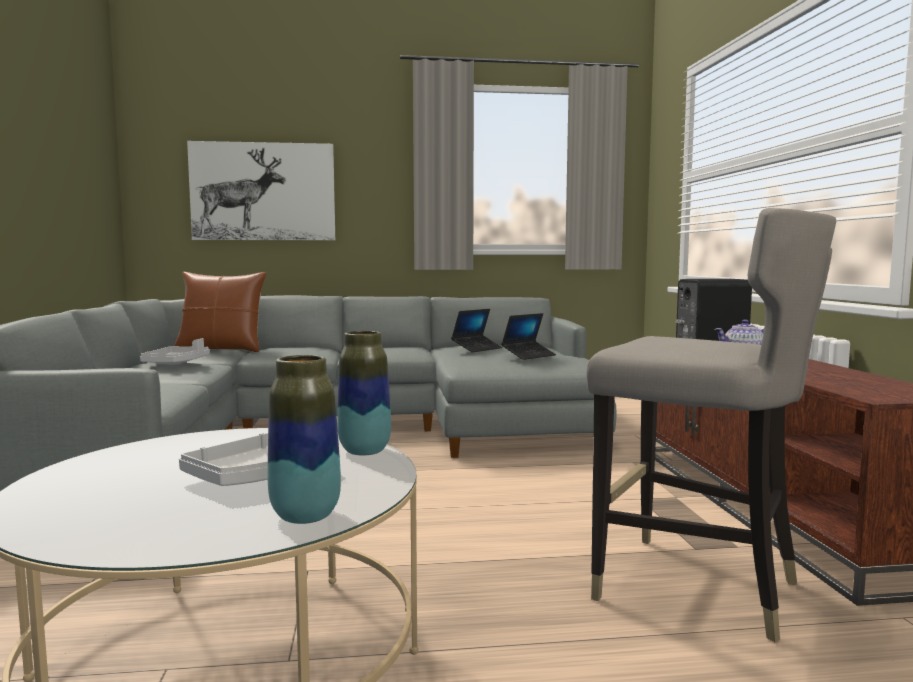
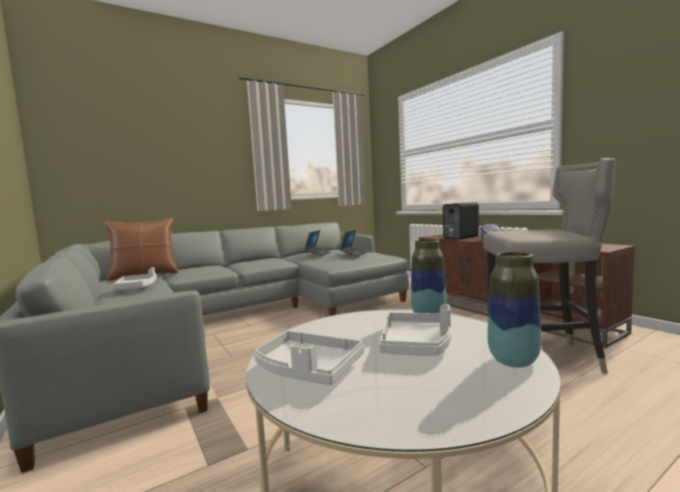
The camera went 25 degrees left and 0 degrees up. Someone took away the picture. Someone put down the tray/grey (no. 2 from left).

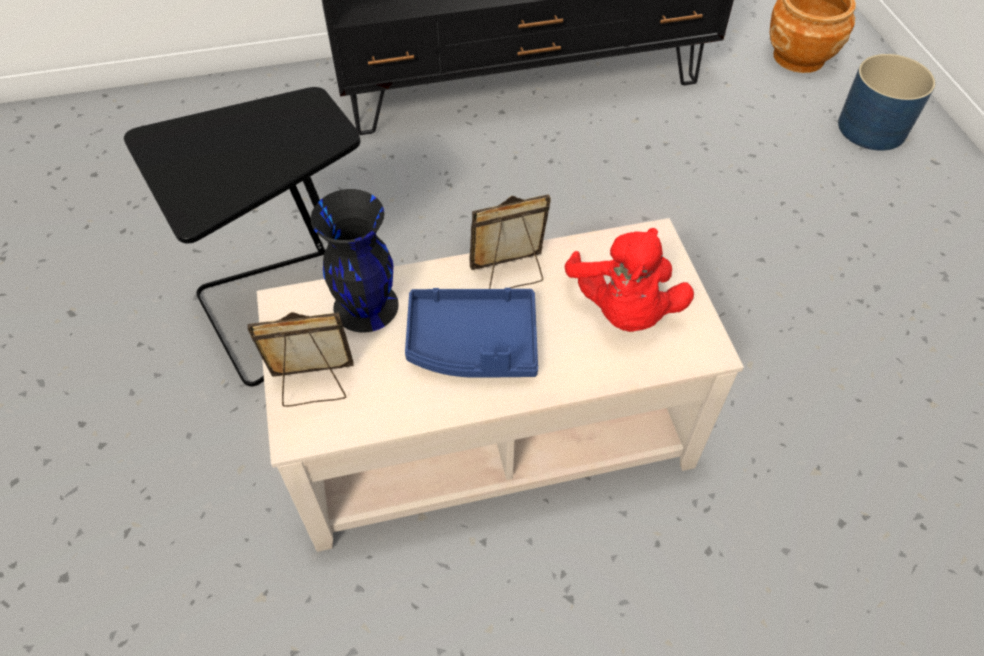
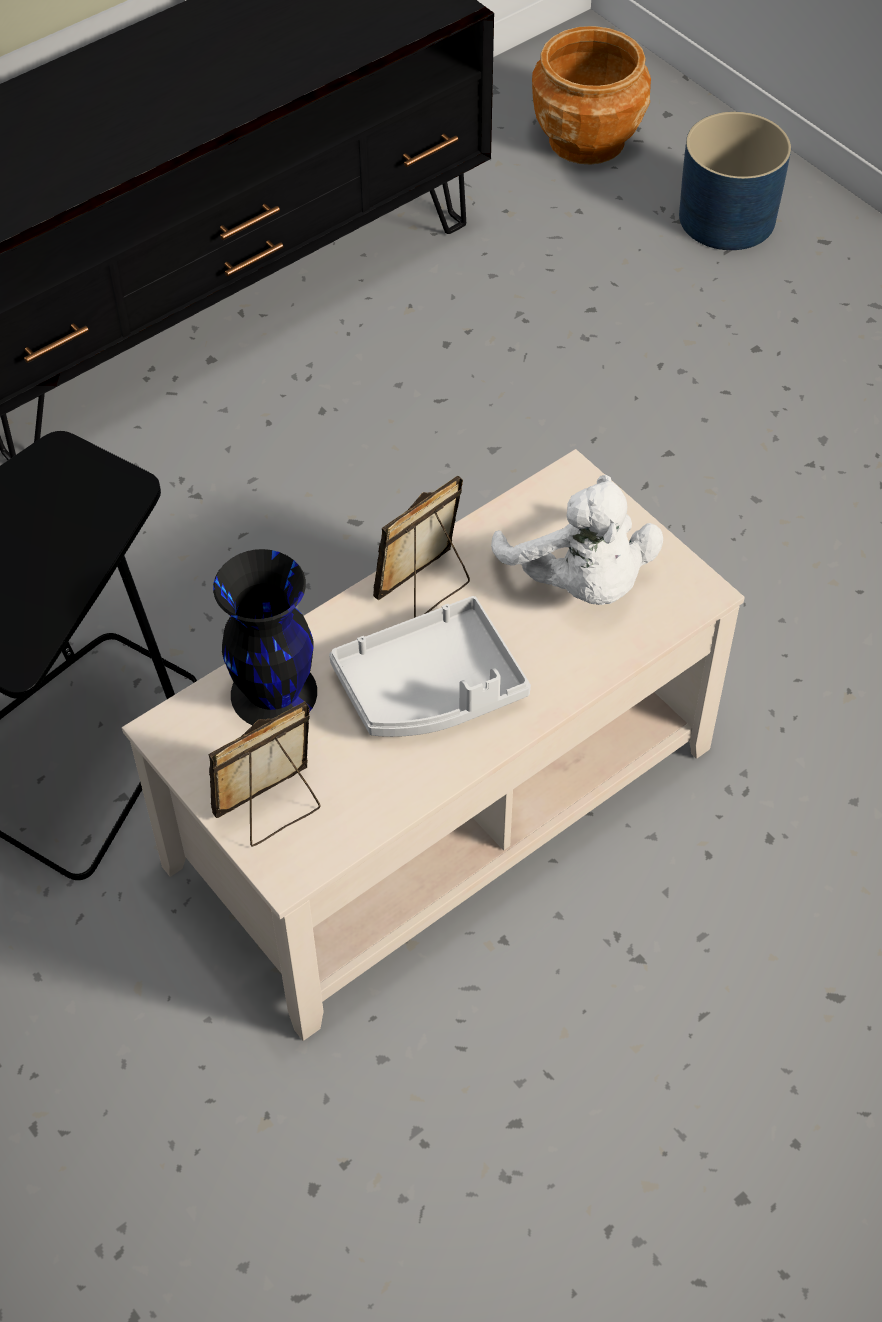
The camera went 25 degrees left and 0 degrees up. Someone repainted the tray/blue, which became the tray/grey. Someone repainted the plush toy/red, which became the plush toy/white.

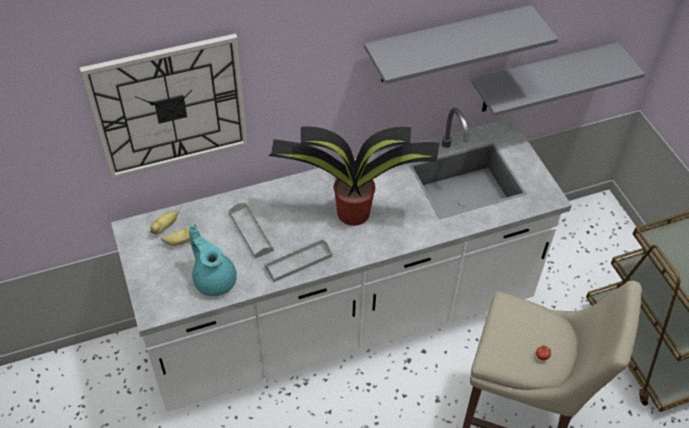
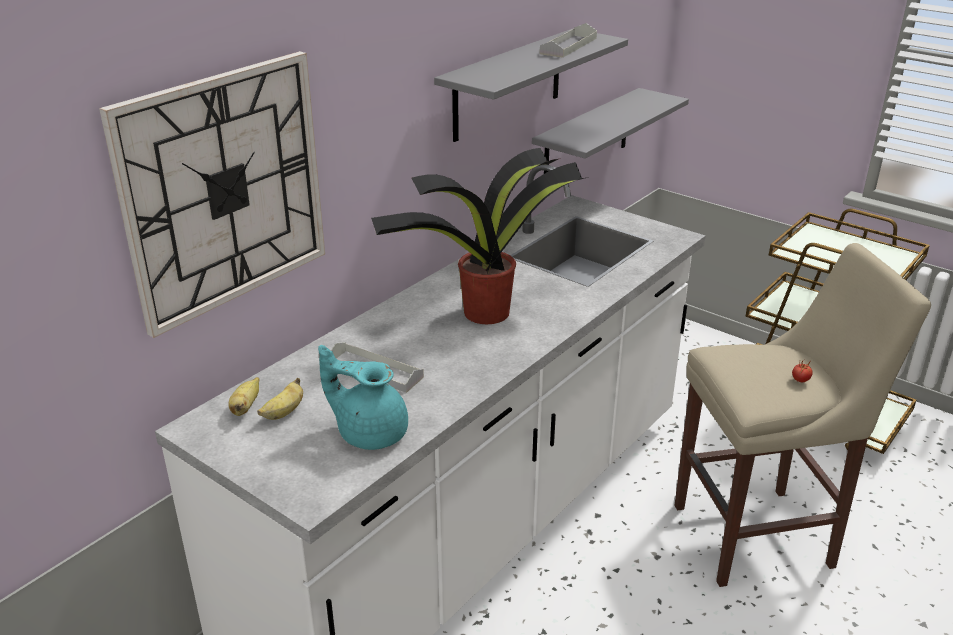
The camera went 30 degrees left and 20 degrees down. Someone carried the tray/grey (no. 2 from left).

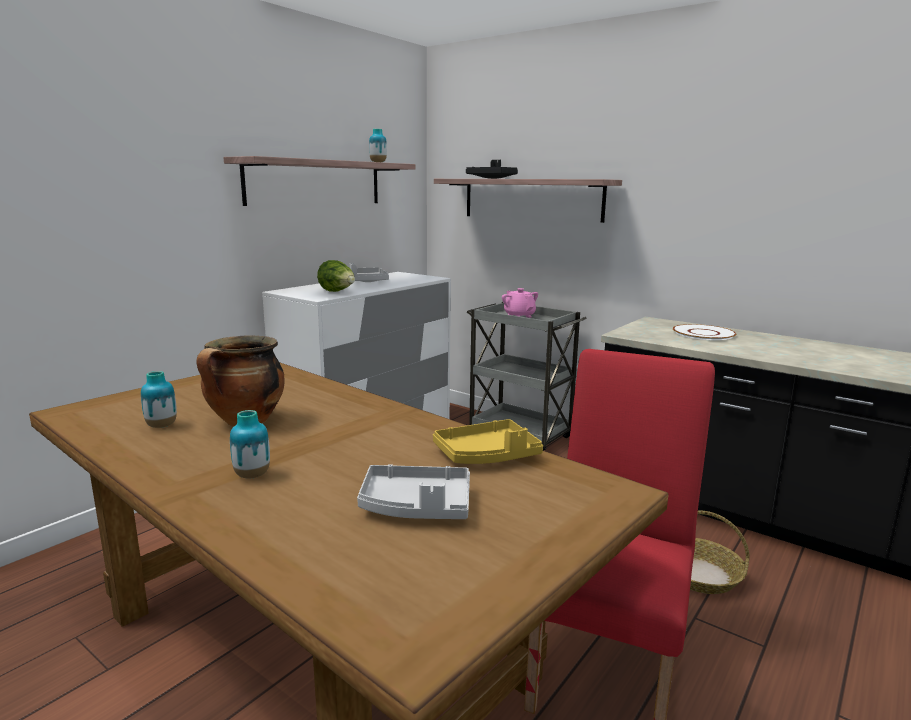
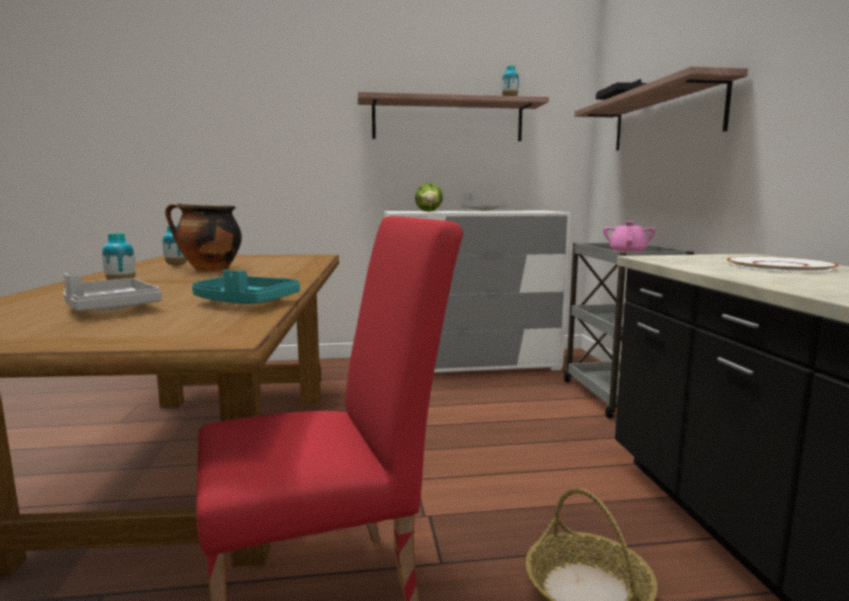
The camera went 45 degrees right and 5 degrees down. Someone repainted the tray/yellow, which became the tray/turquoise.

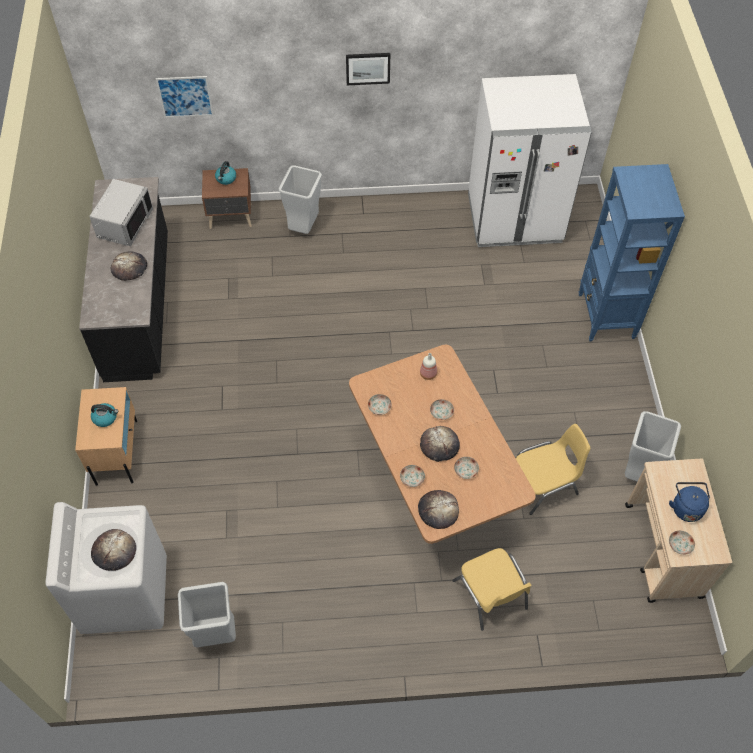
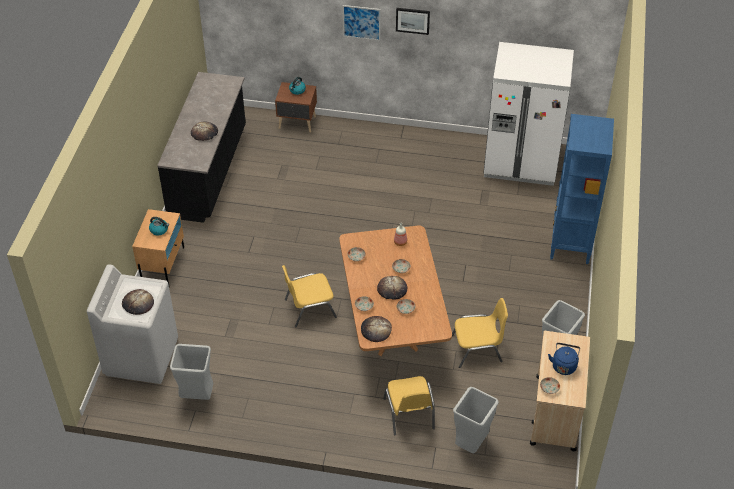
The camera went 15 degrees right and 10 degrees down. Someone took away the microwave/grey. Someone carried the picture (no. 1 from left). Someone carried the trash can/grey (no. 2 from left). Someone put down the chair/yellow (no. 1 from left).

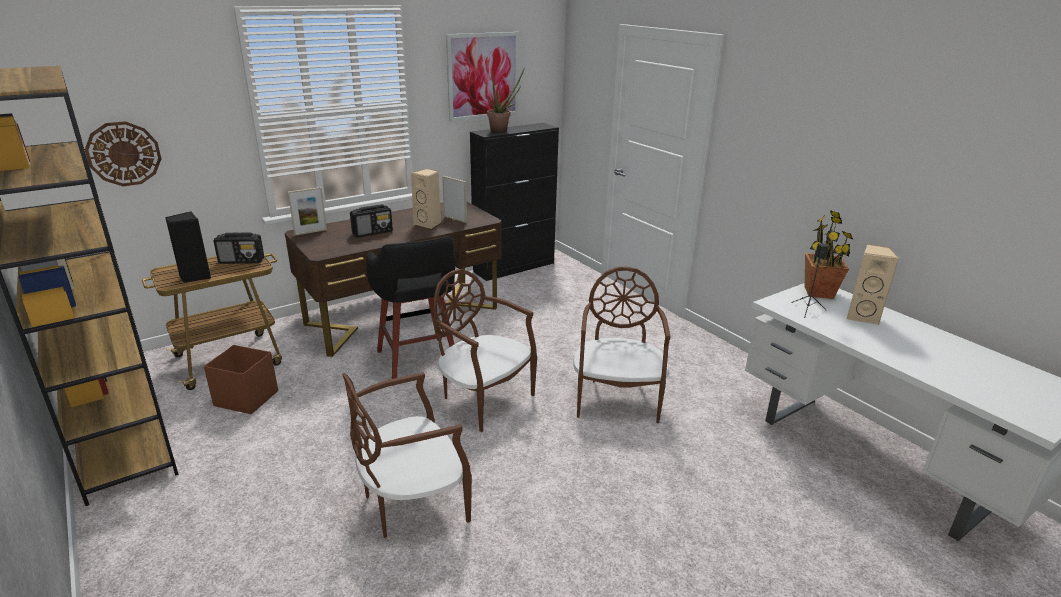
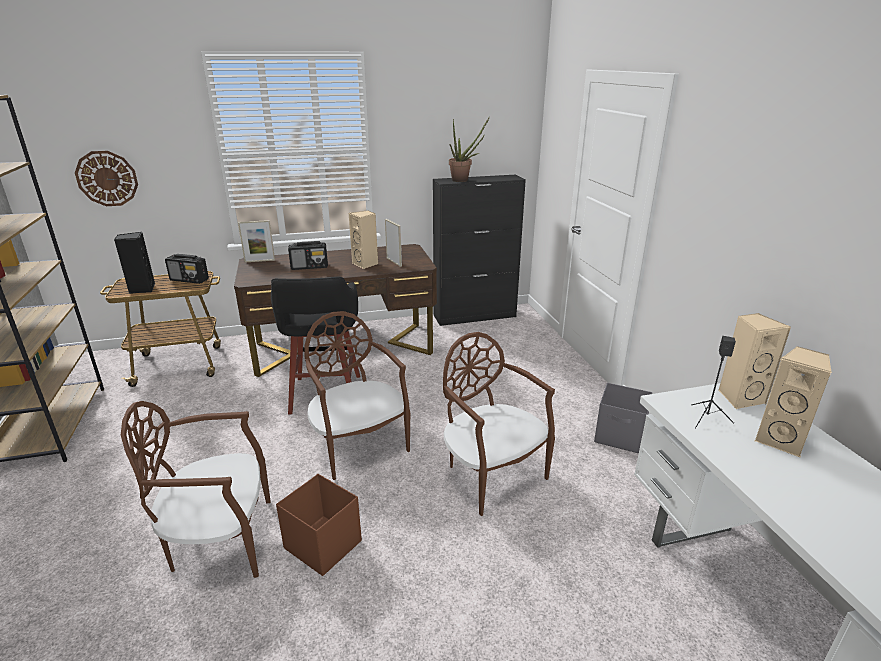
The camera went 20 degrees right and 0 degrees up. Someone carried the storage box/brown. Someone took away the picture. Someone rotated the chair/brown (no. 3 from left) by 60 degrees counterclockwise. Someone swapped the potted plant (no. 2 from left) for the speaker/beige (no. 2 from left). Someone put down the storage box/grey.

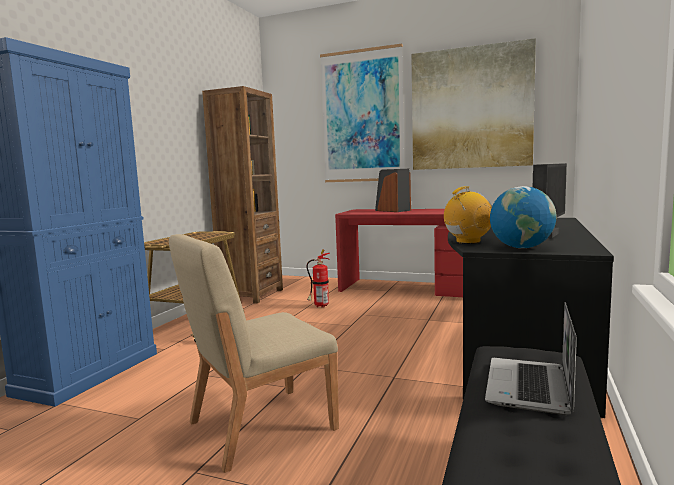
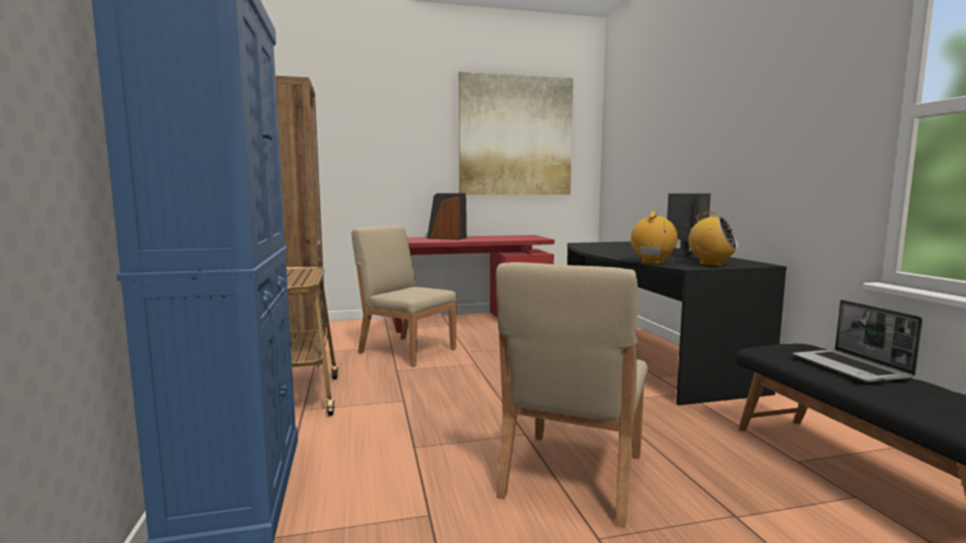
The camera went 35 degrees left and 0 degrees up. Someone swapped the fire extinguisher for the chair/beige (no. 1 from left). Someone took away the picture (no. 1 from left). Someone swapped the globe for the radio (no. 2 from left).

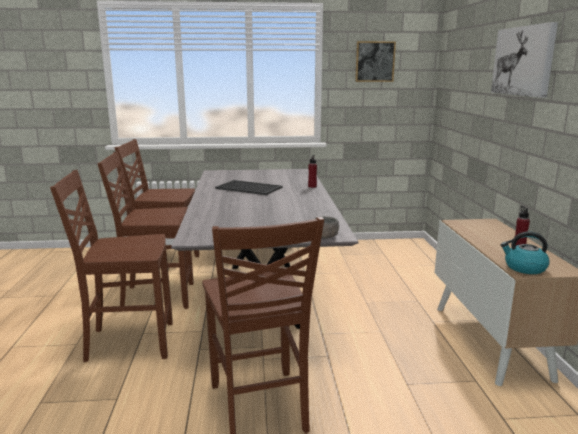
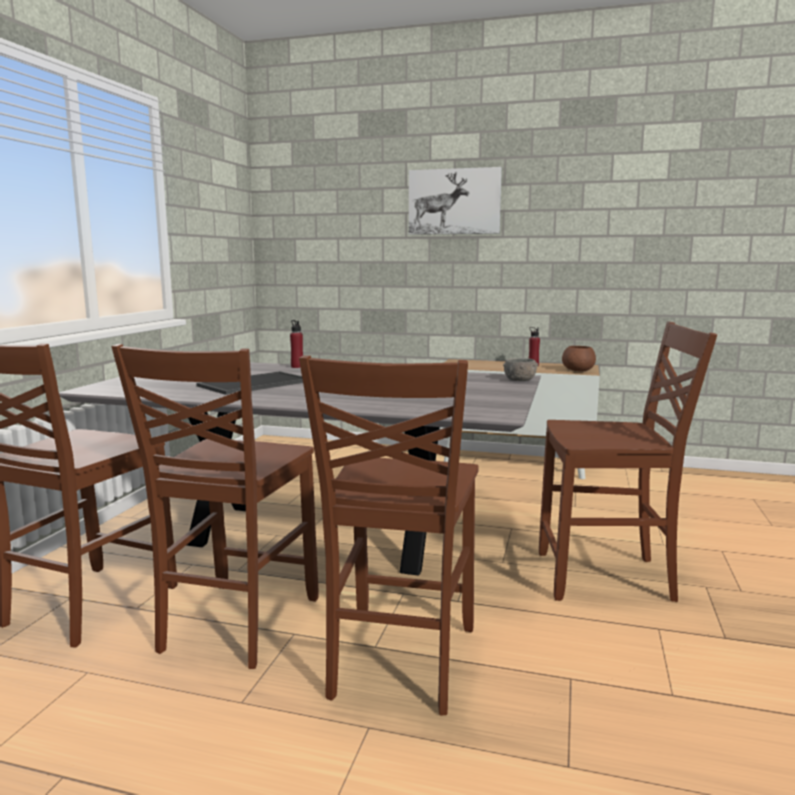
The camera went 70 degrees left and 5 degrees down. Someone took away the picture (no. 1 from left). Someone swapped the kettle for the bowl/brown.

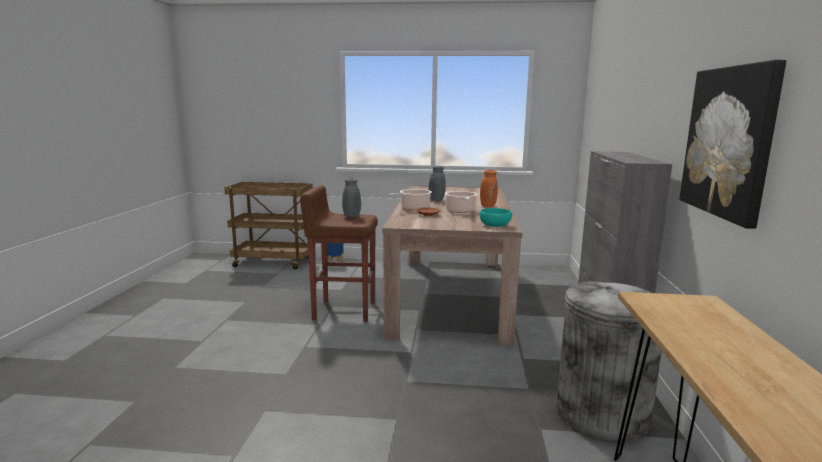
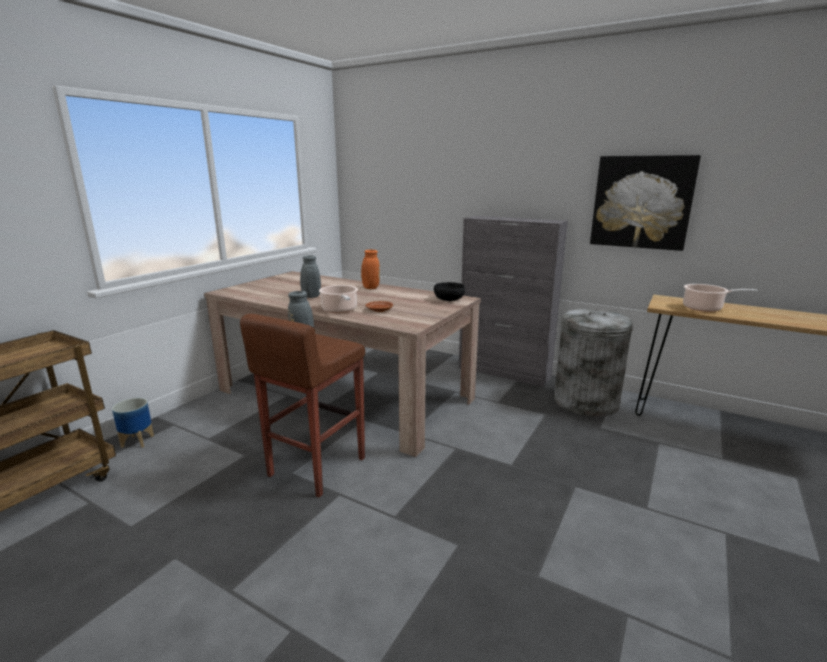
The camera went 65 degrees left and 5 degrees up. Someone carried the cooking pot (no. 2 from left). Someone repainted the bowl/turquoise, which became the bowl/black.

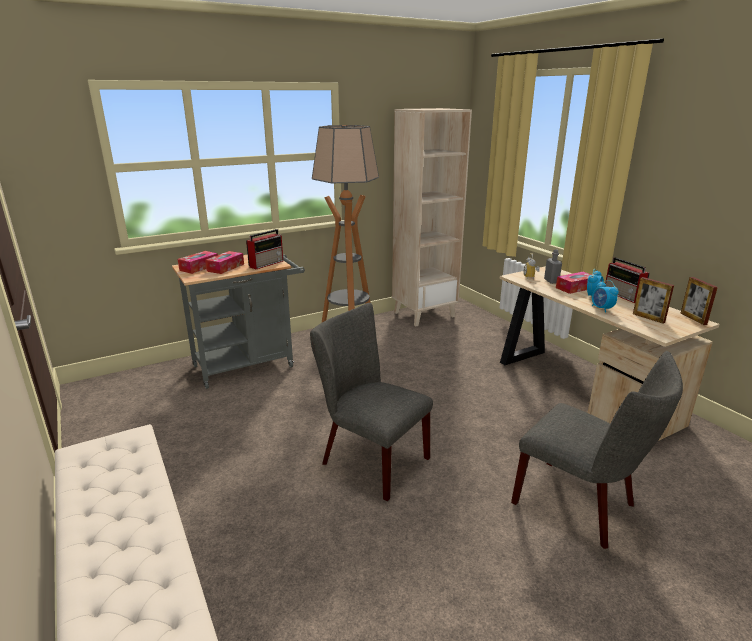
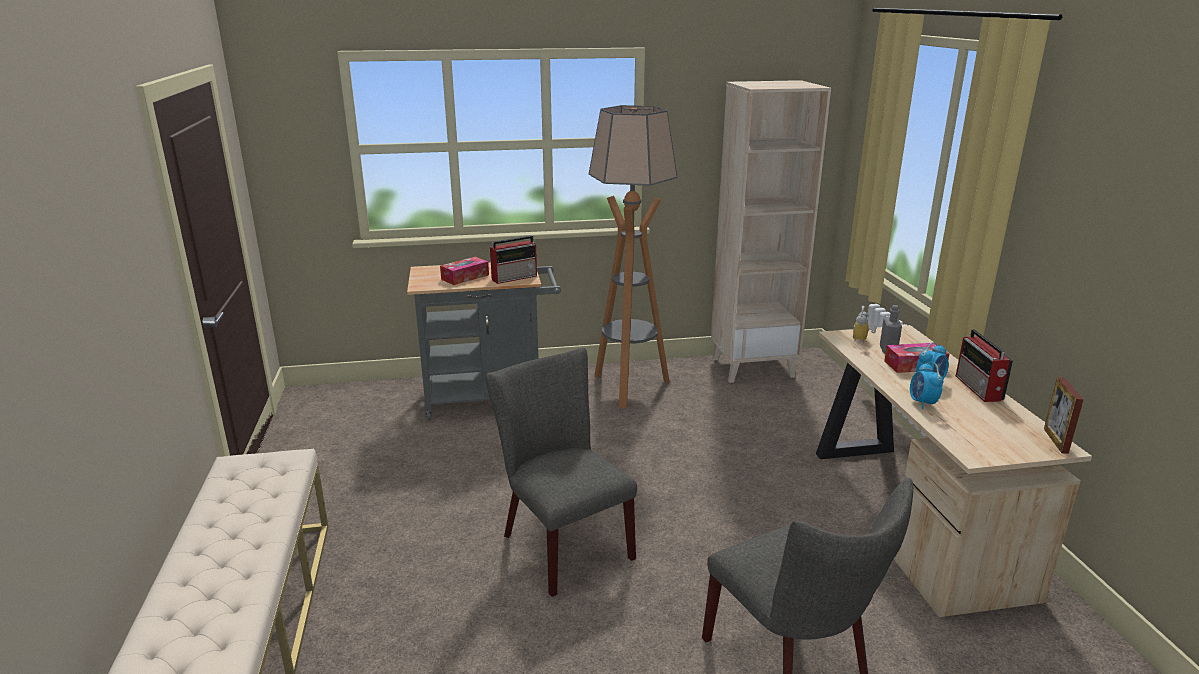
The camera went 20 degrees right and 0 degrees up. Someone took away the tissue box (no. 1 from left). Someone took away the picture frame (no. 1 from left).

